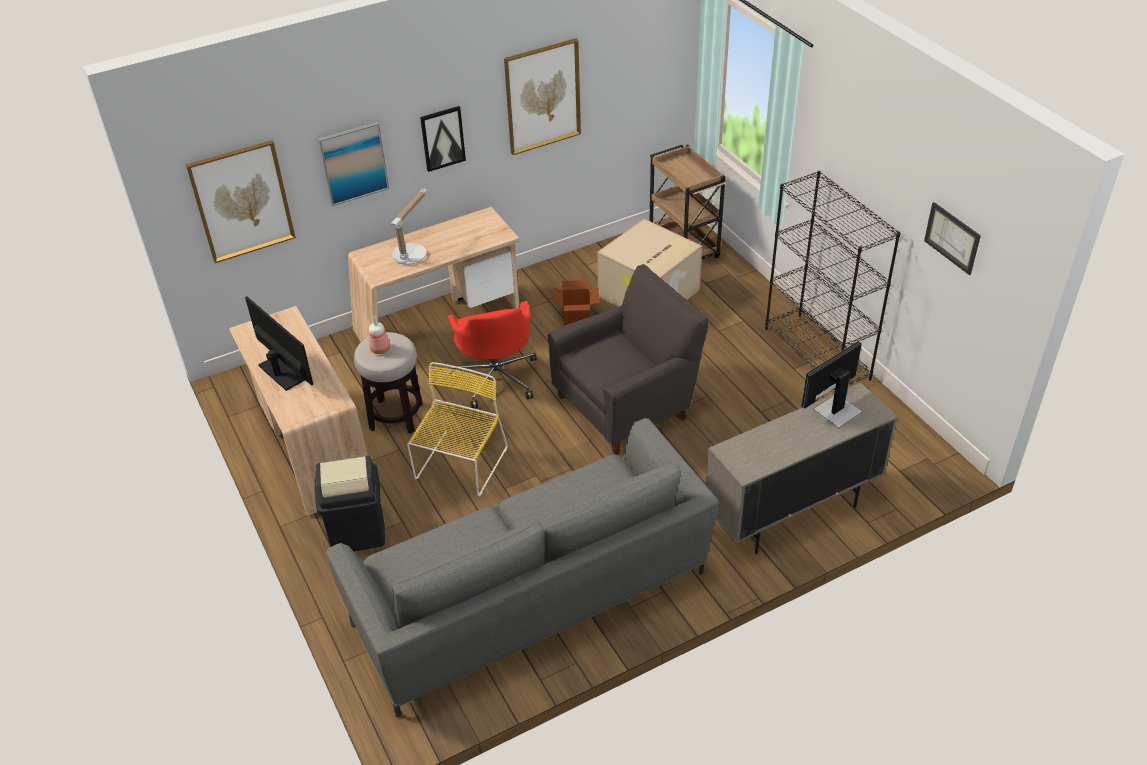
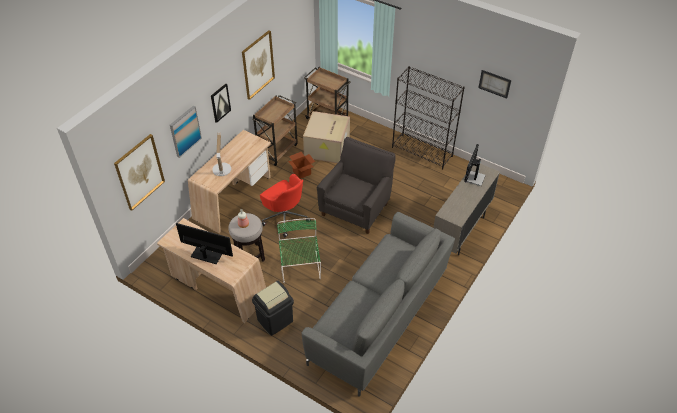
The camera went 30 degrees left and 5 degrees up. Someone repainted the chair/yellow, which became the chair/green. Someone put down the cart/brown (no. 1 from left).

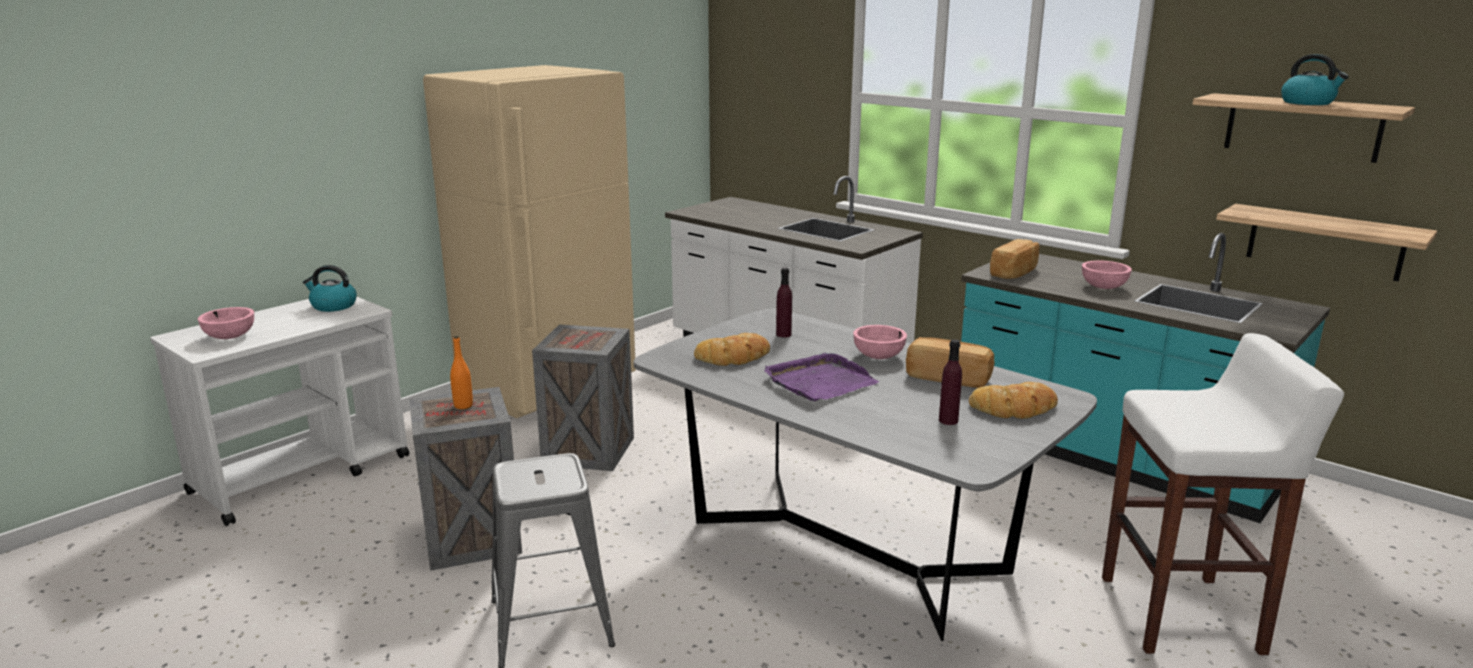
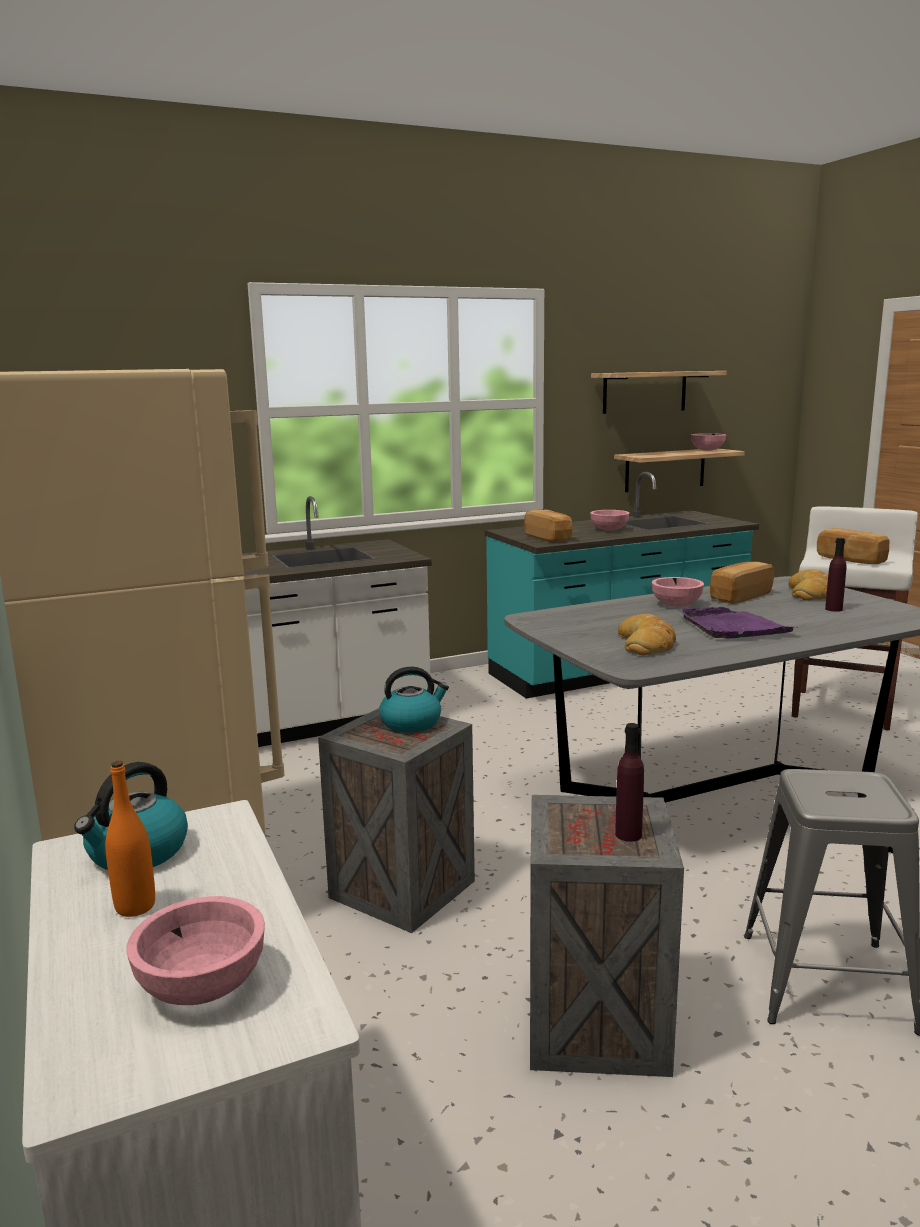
The camera went 65 degrees left and 5 degrees down. Someone carried the bottle/orange. Someone carried the bottle/purple (no. 1 from left). Someone carried the kettle (no. 2 from left). Someone put down the bowl/pink (no. 4 from left). Someone put down the bread (no. 5 from left).

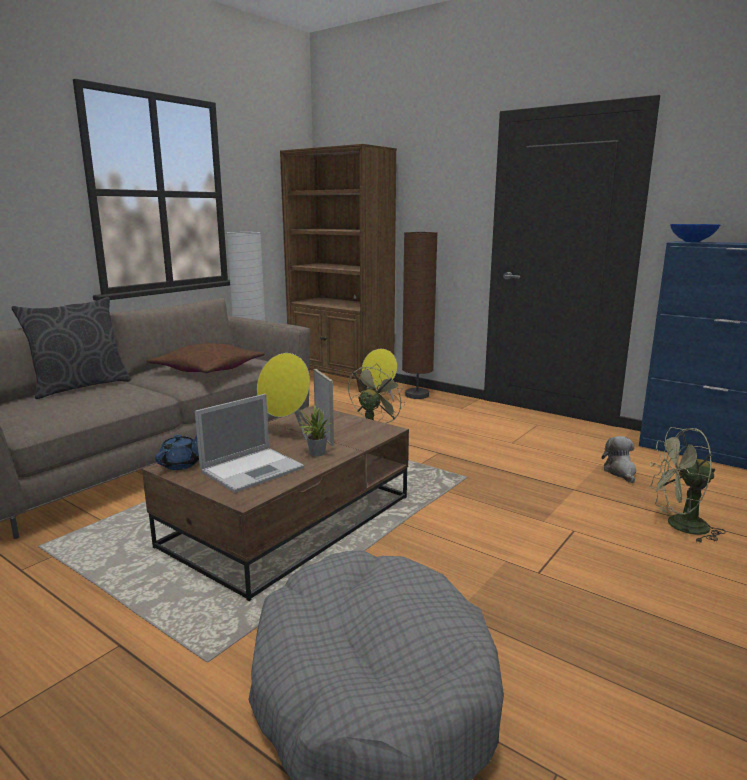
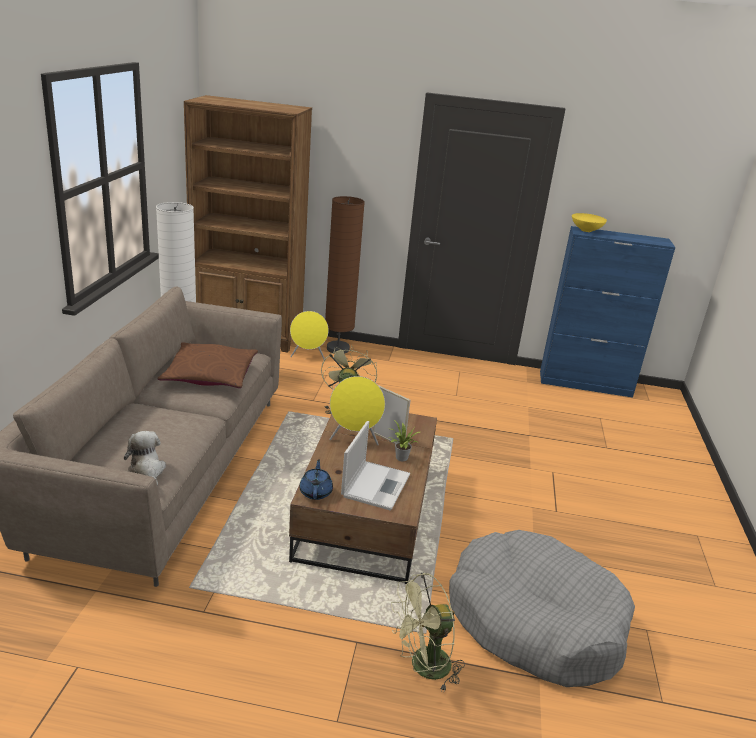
The camera went 30 degrees left and 10 degrees up. Someone took away the pillow/grey. Someone carried the plush toy. Someone carried the fan/green (no. 2 from left). Someone repainted the bowl/blue, which became the bowl/yellow.

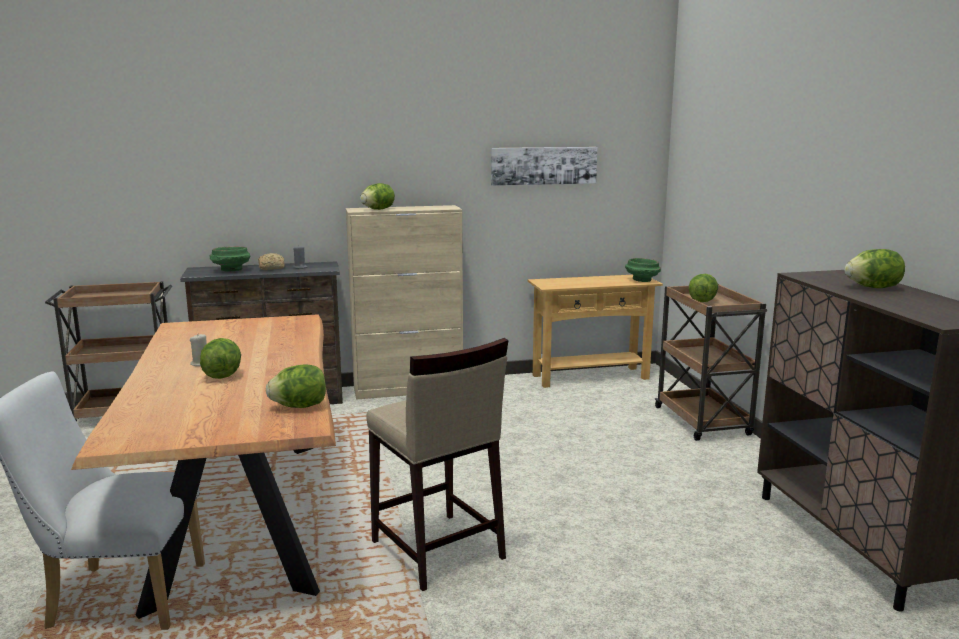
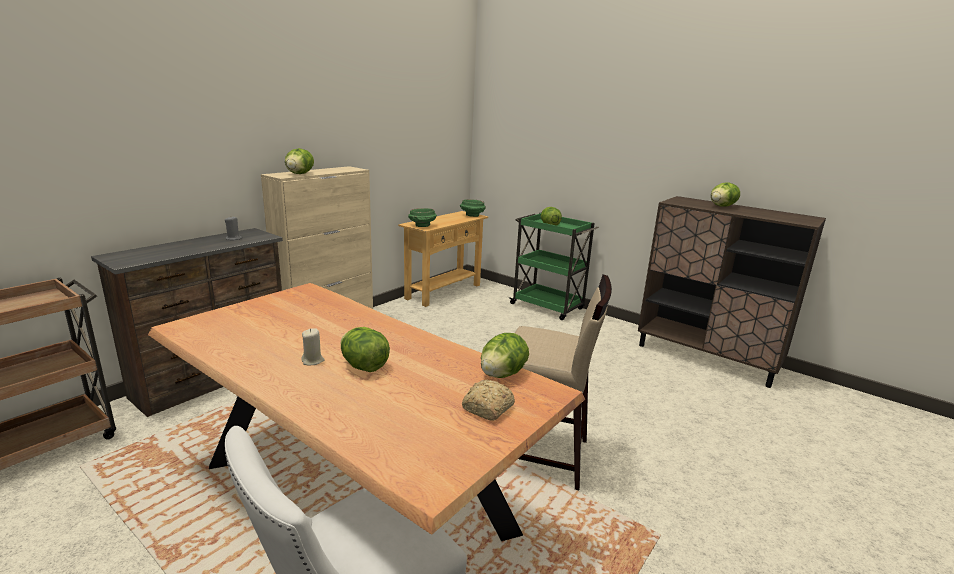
The camera went 40 degrees left and 5 degrees up. Someone carried the bowl/green (no. 1 from left). Someone carried the bread. Someone took away the picture. Someone repainted the cart/brown (no. 2 from left), which became the cart/green.

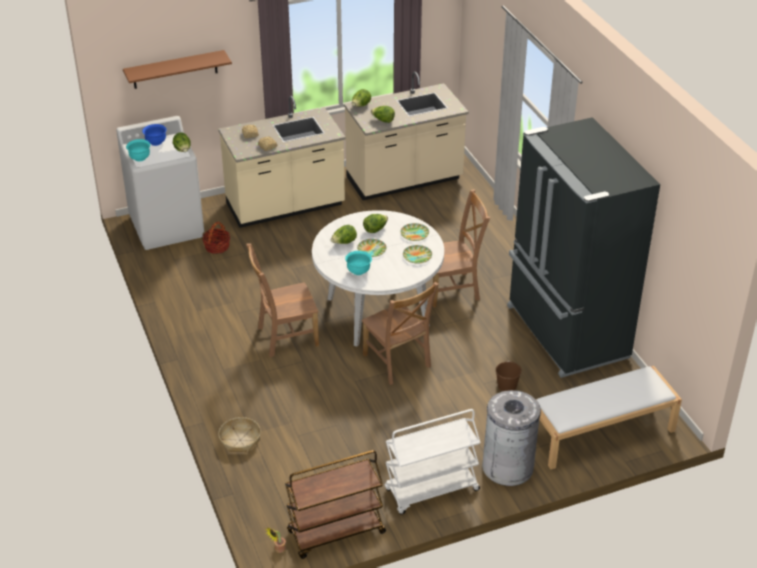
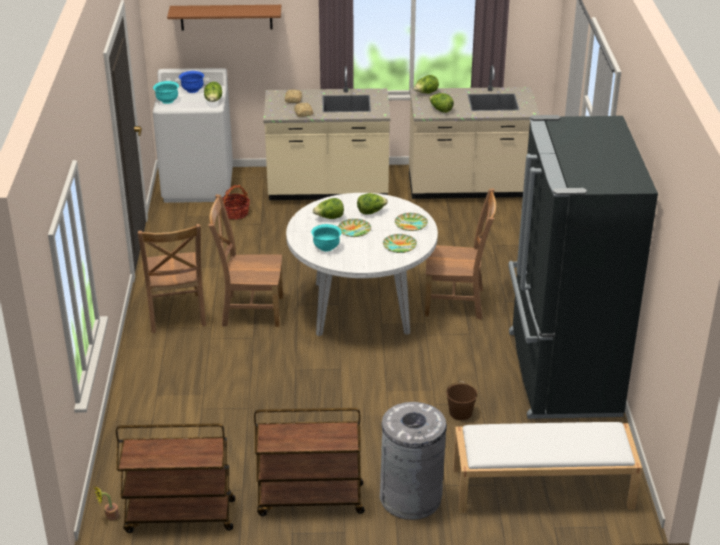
The camera went 20 degrees right and 5 degrees down. Someone took away the basket (no. 2 from left). Someone carried the chair/brown (no. 2 from left in the first image). Someone repainted the cart/white, which became the cart/brown (no. 2 from left).

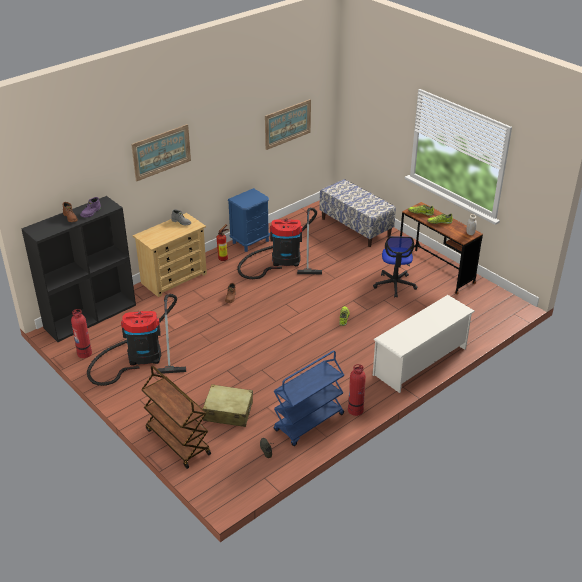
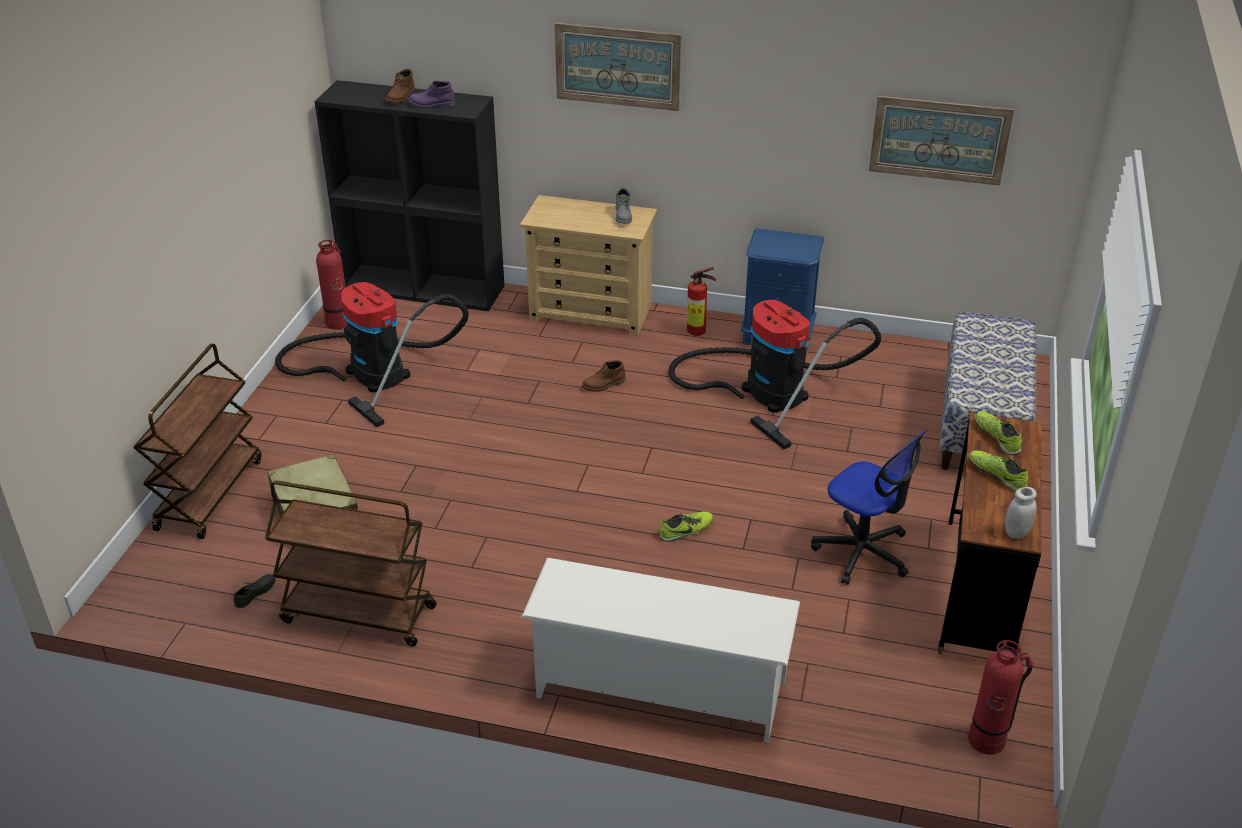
The camera went 55 degrees right and 0 degrees up. Someone repainted the cart/blue, which became the cart/brown (no. 2 from left). Someone carried the fire extinguisher (no. 3 from left). Someone rotated the office chair by 105 degrees counterclockwise.

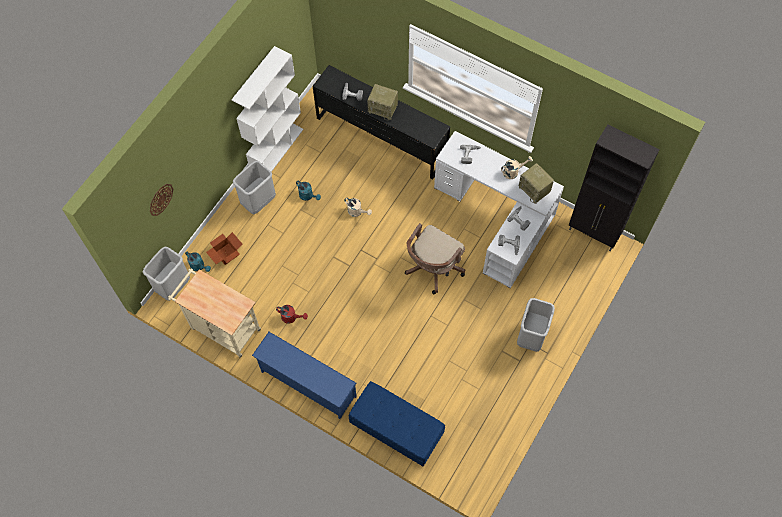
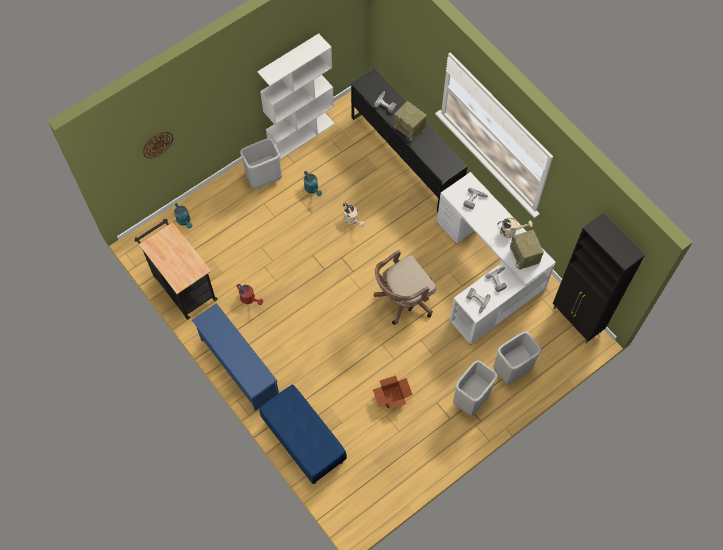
The camera went 20 degrees right and 0 degrees up. Someone carried the trash can/grey (no. 1 from left in the first image). Someone repainted the cart/beige, which became the cart/black. Someone carried the cardboard box.

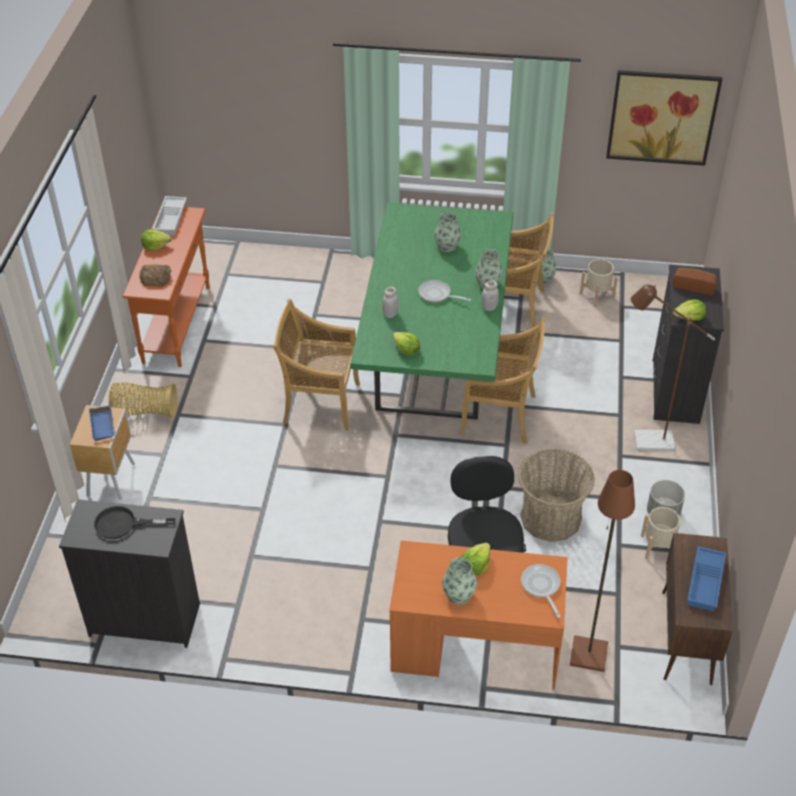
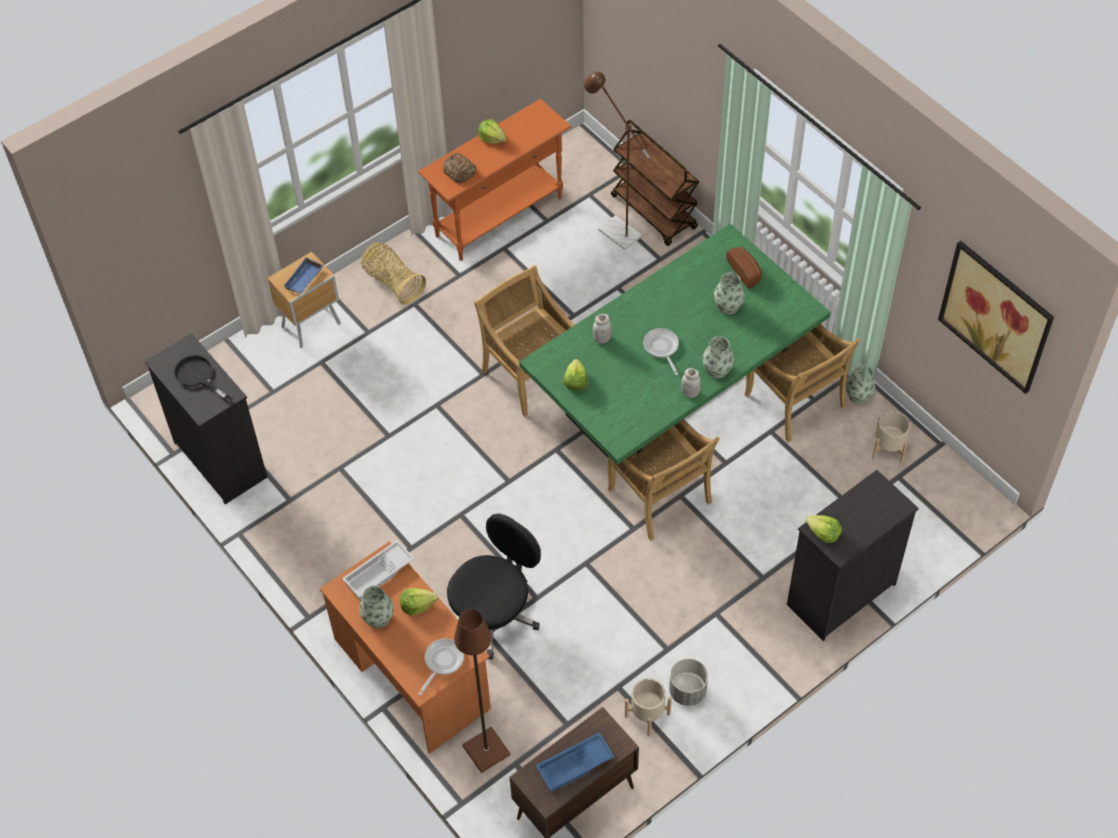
The camera went 45 degrees right and 10 degrees up. Someone carried the tray/white. Someone took away the basket (no. 2 from left). Someone carried the floor lamp/brown (no. 2 from left). Someone carried the bread (no. 2 from left). Someone put down the cart/brown.

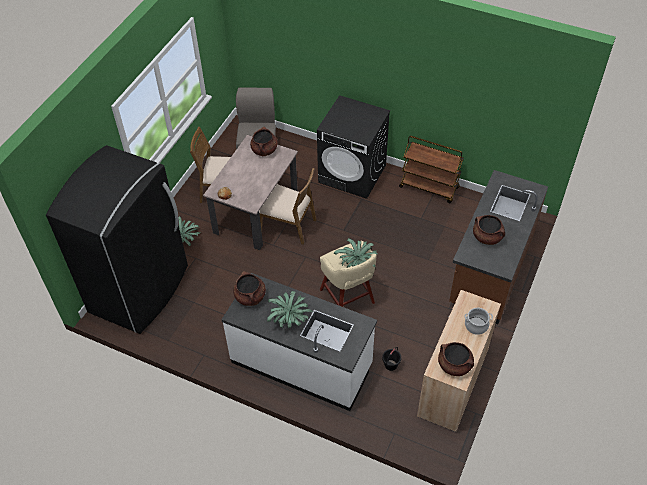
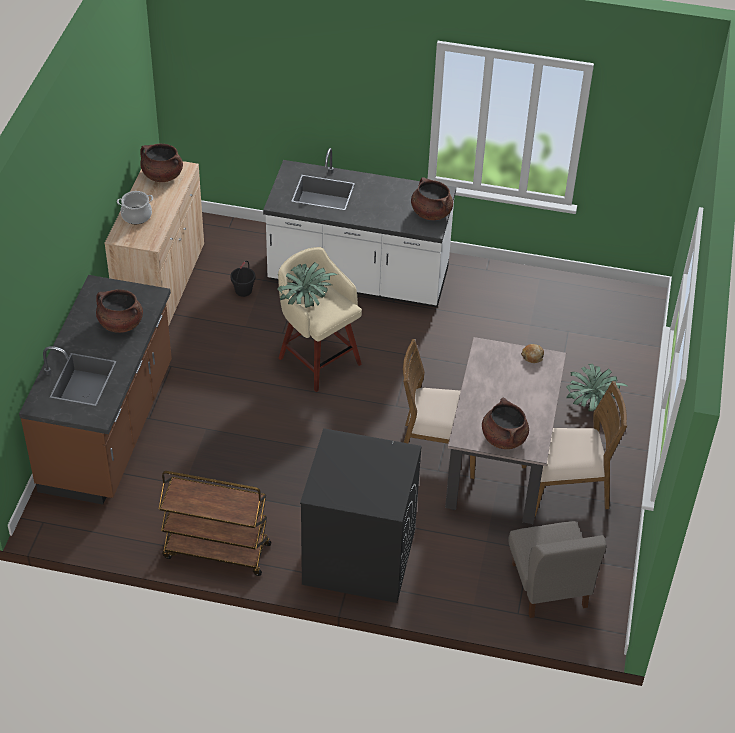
The camera went 165 degrees right and 5 degrees down. Someone took away the fridge/black. Someone took away the potted plant (no. 2 from left).

